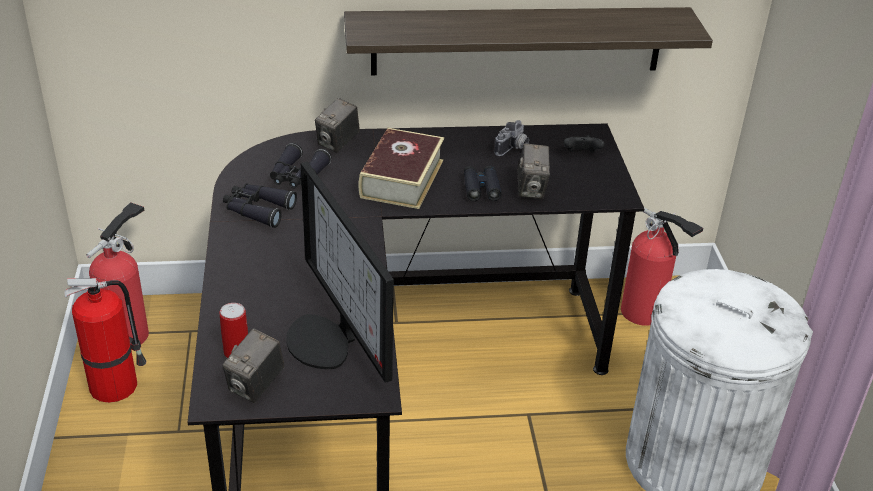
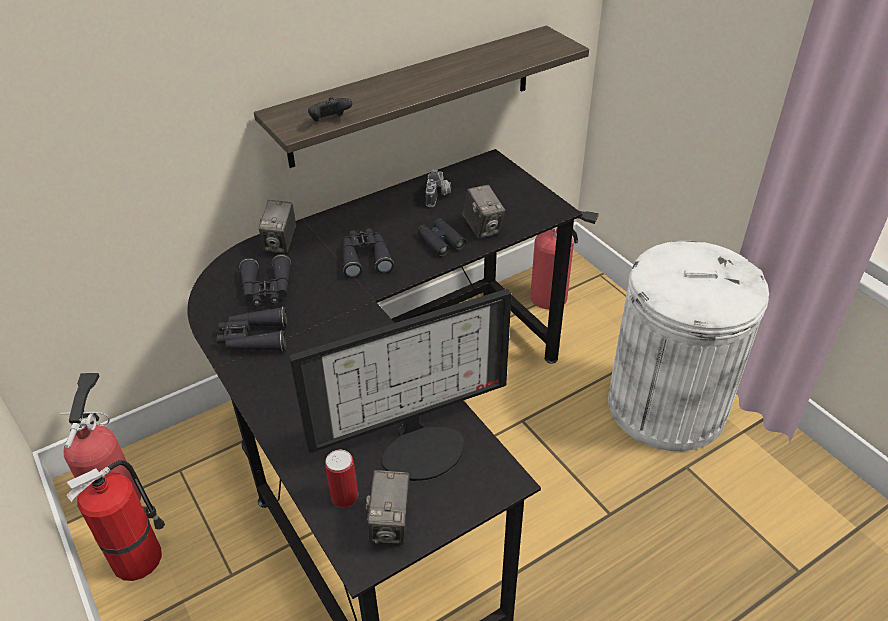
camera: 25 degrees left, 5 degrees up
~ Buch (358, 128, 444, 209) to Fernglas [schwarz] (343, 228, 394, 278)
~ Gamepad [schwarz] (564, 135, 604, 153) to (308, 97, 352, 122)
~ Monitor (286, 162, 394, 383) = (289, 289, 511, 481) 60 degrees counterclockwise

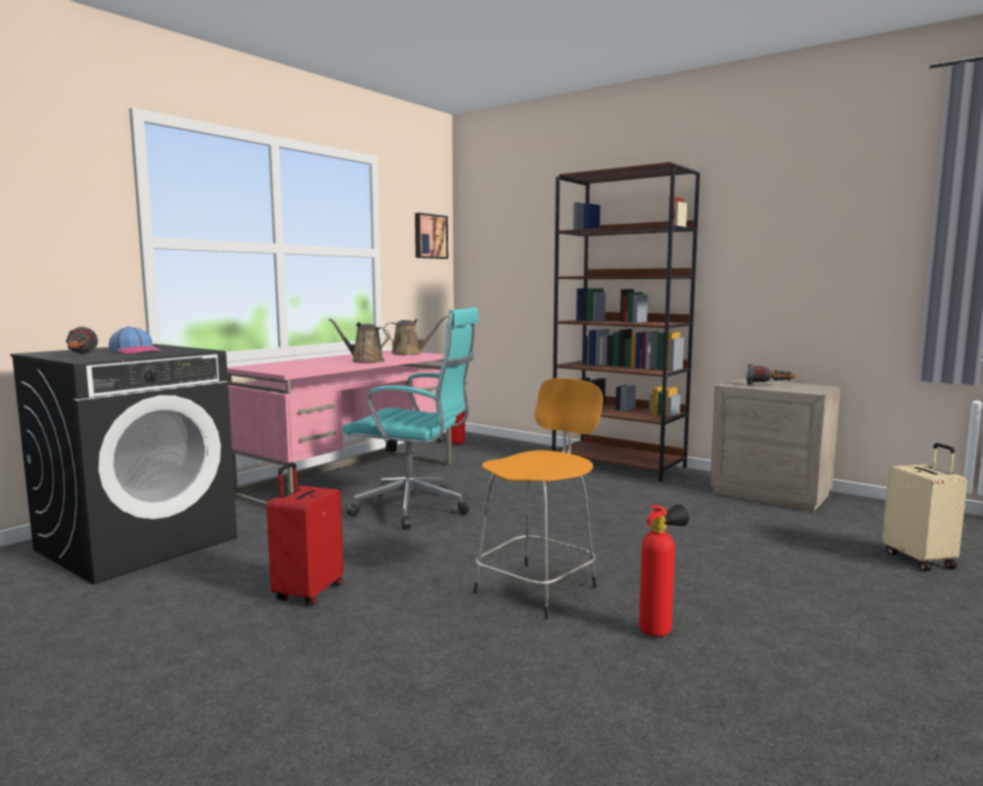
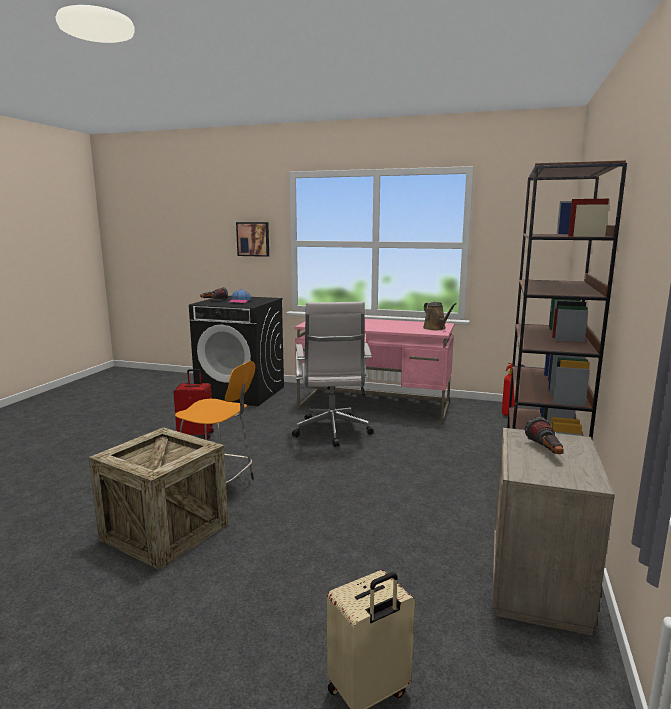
camera: 70 degrees right, 5 degrees up
~ Bild (415, 213, 448, 259) to (236, 222, 269, 257)
~ Bürostuhl [türkis] (343, 307, 479, 530) to Bürostuhl [weiß] (292, 302, 374, 447)
- Gießkanne [braun] (329, 318, 390, 363)
~ Feuerlöscher (639, 504, 689, 637) to Kiste (89, 427, 228, 570)

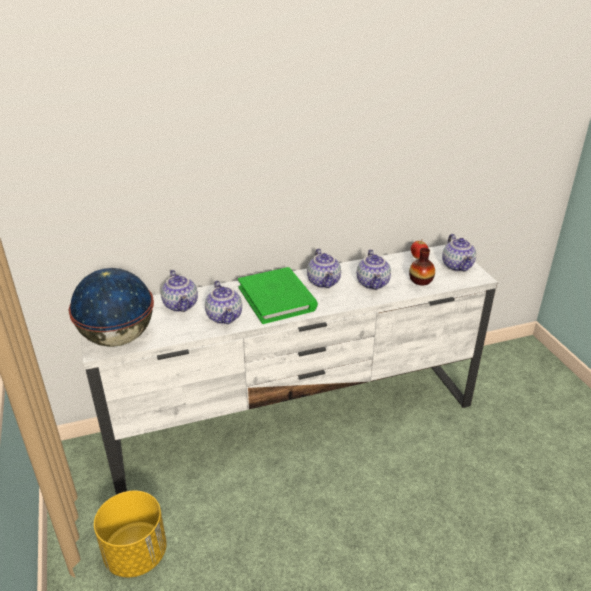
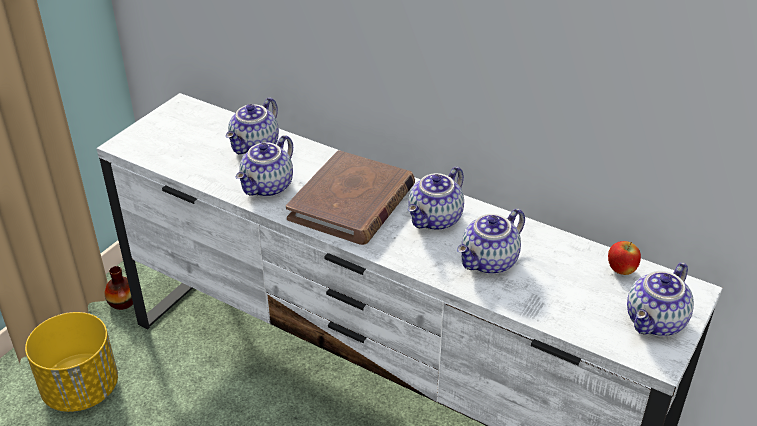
camera: 50 degrees right, 5 degrees up
~ Vase (409, 248, 435, 285) to (104, 266, 133, 310)
~ Buch [grün] (238, 267, 318, 324) to Buch [braun] (286, 150, 415, 245)
- Globus (69, 268, 154, 347)

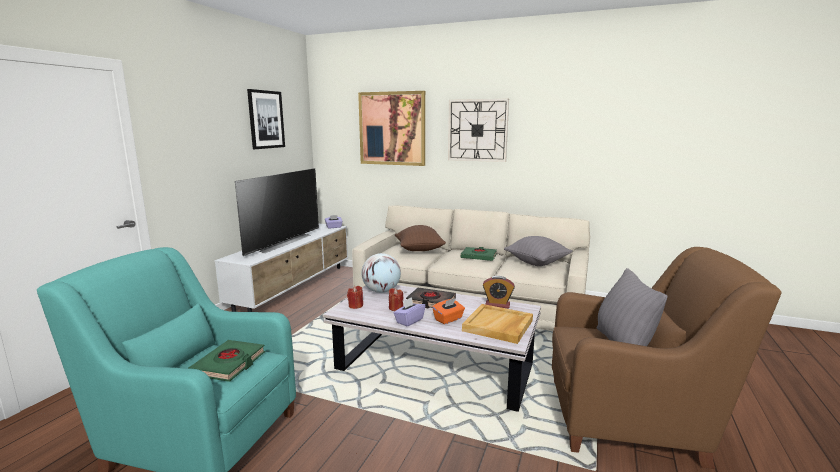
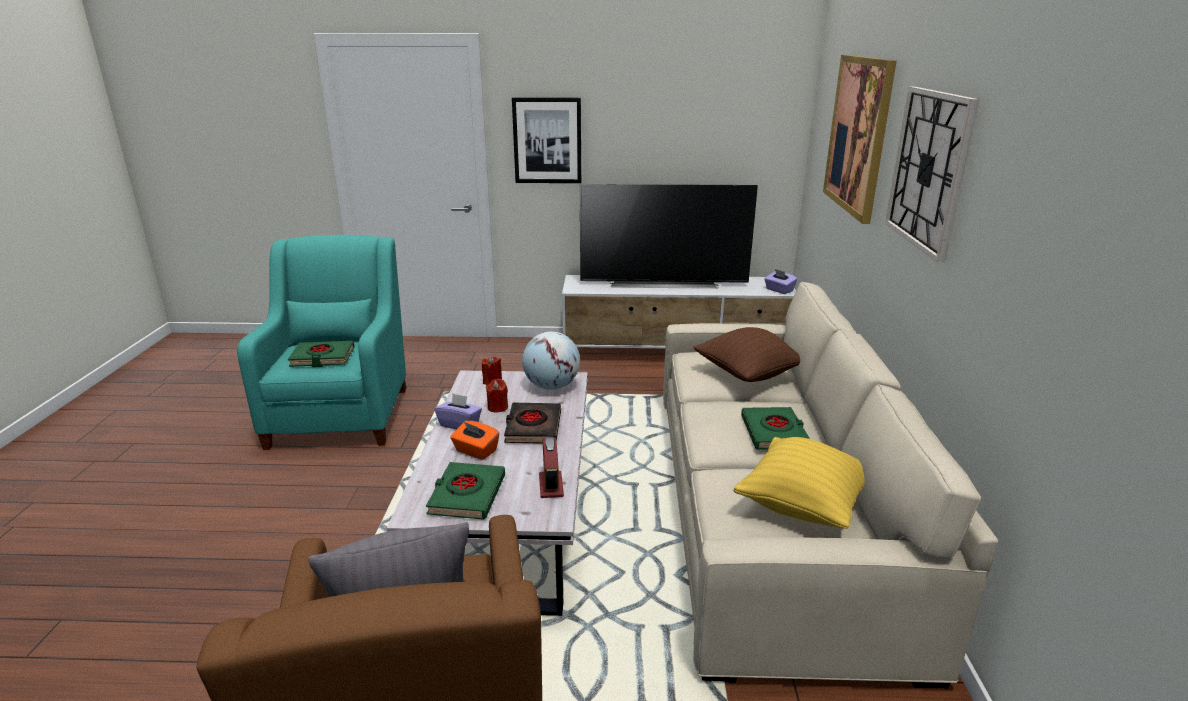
camera: 70 degrees right, 10 degrees up
~ Bild (247, 89, 285, 149) to (512, 97, 581, 183)
~ Kissen [grau] (504, 236, 573, 266) to Kissen [gelb] (733, 437, 865, 529)
~ Tablett [beige] (462, 304, 533, 344) to Buch [grün] (426, 462, 505, 520)

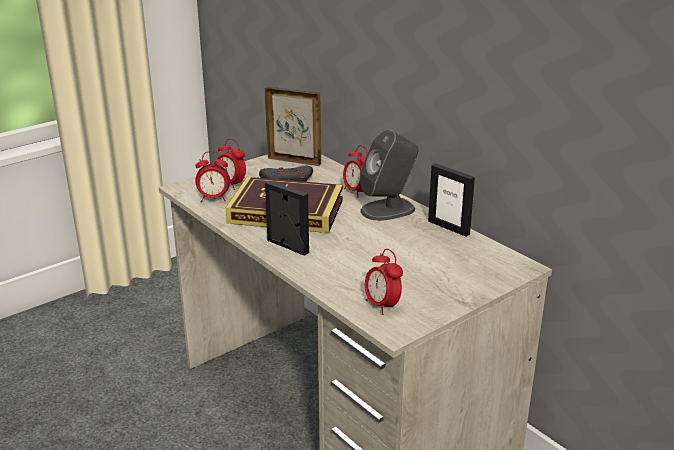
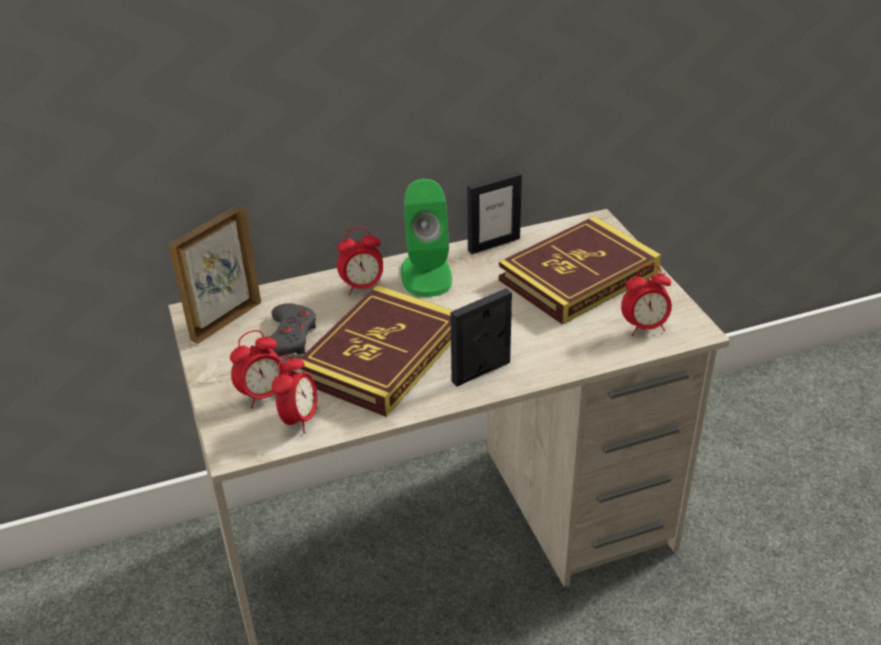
camera: 70 degrees left, 10 degrees up
~ Lautsprecher [grau] (360, 130, 418, 221) to Lautsprecher [grün] (401, 179, 452, 297)
+ Buch (499, 216, 661, 325)

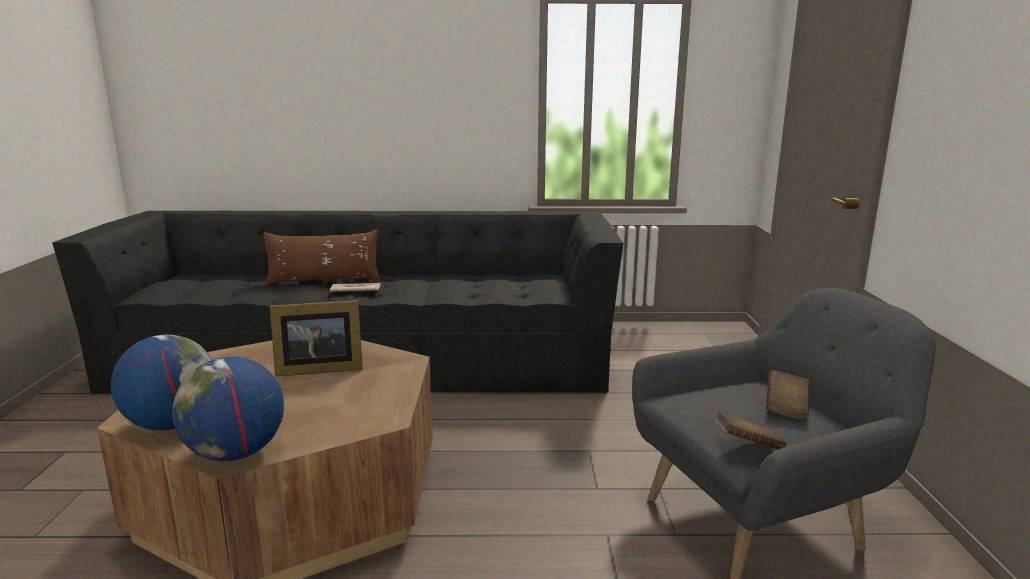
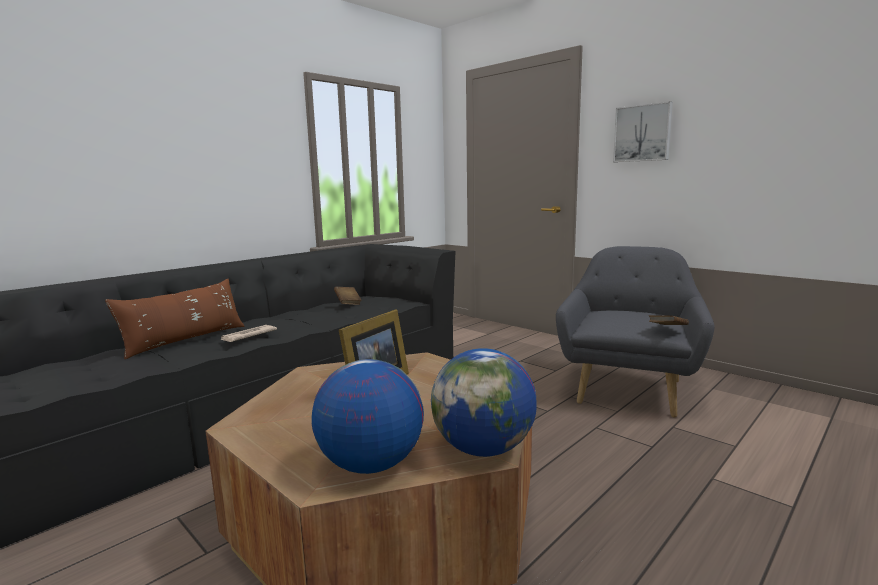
camera: 45 degrees left, 5 degrees down
~ Buch [braun] (766, 370, 809, 420) to (334, 287, 361, 305)
+ Bild (613, 101, 673, 162)

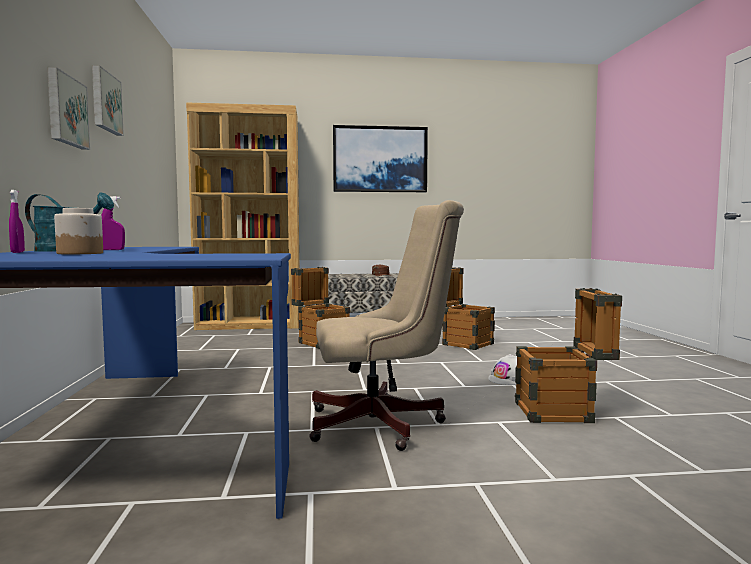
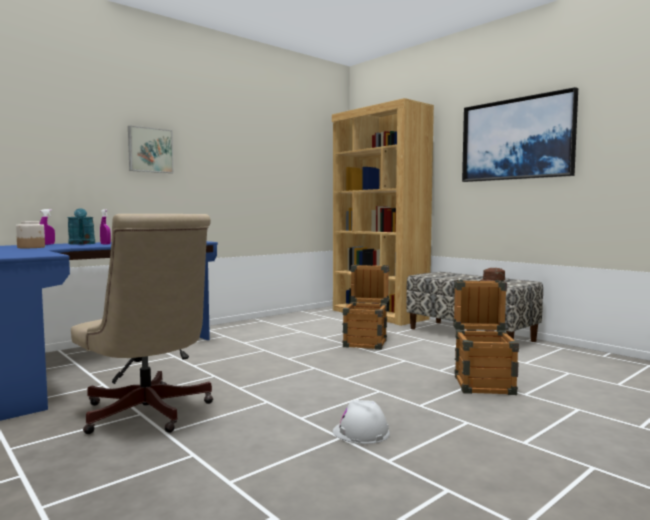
camera: 55 degrees right, 0 degrees up
- Bild (92, 65, 124, 136)
- Kiste (515, 288, 622, 423)

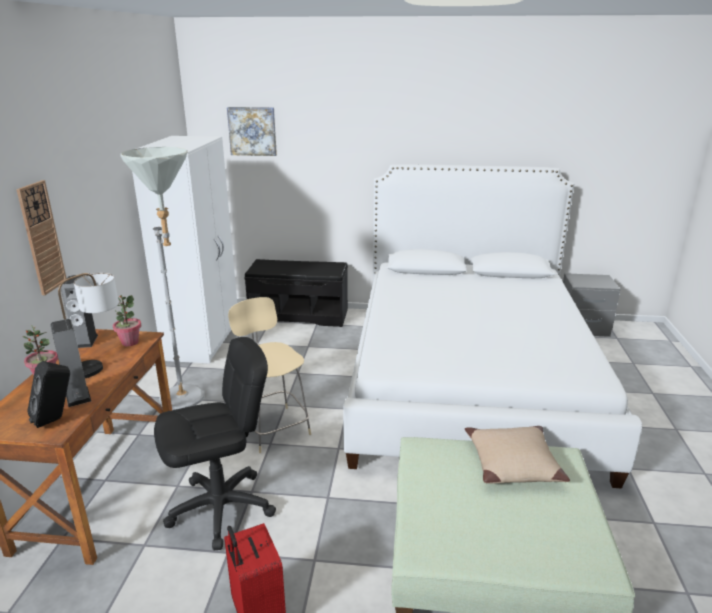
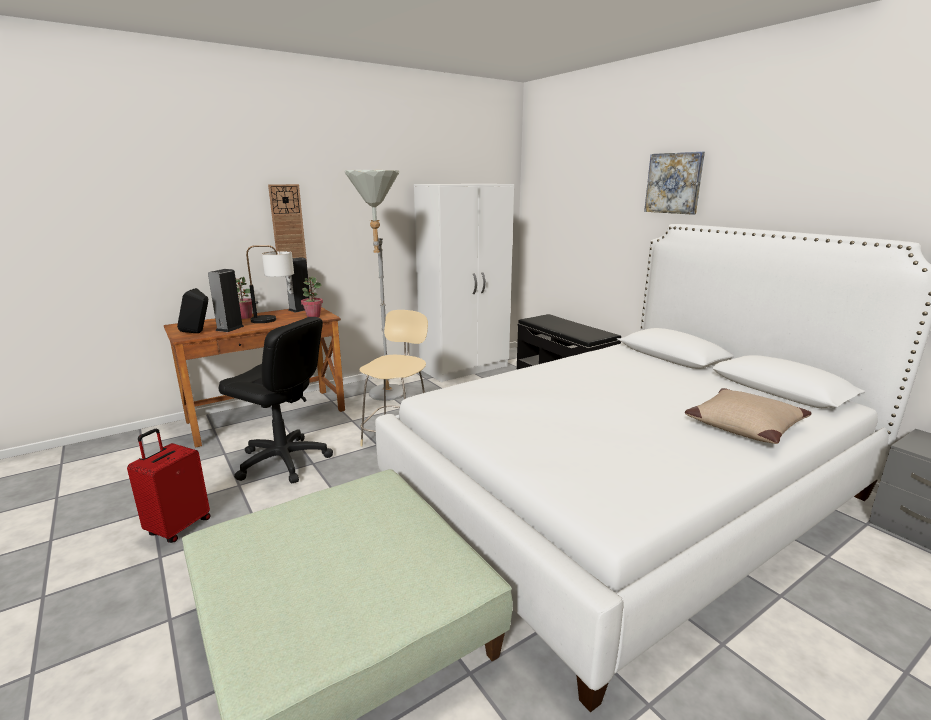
camera: 50 degrees right, 5 degrees down
~ Bild (227, 107, 277, 156) to (644, 152, 705, 215)
~ Kissen [beige] (465, 426, 570, 484) to (685, 388, 811, 444)

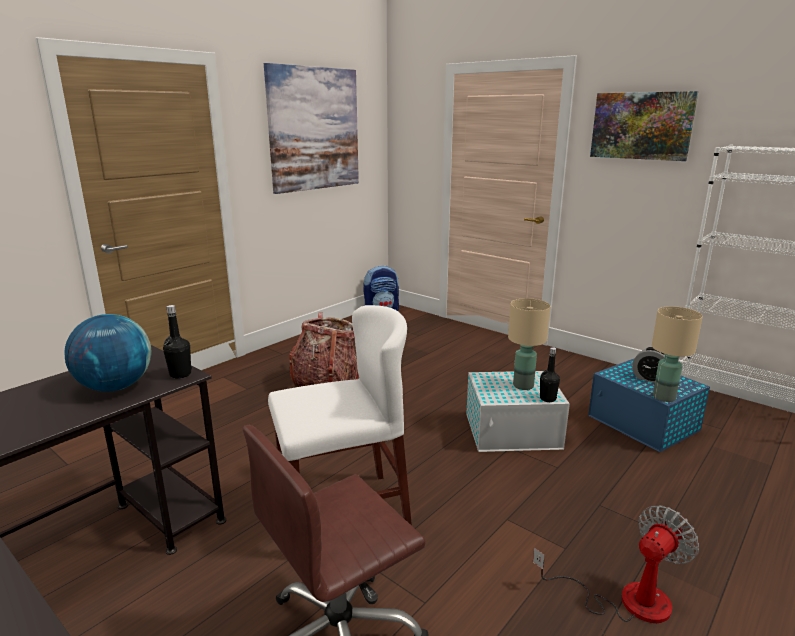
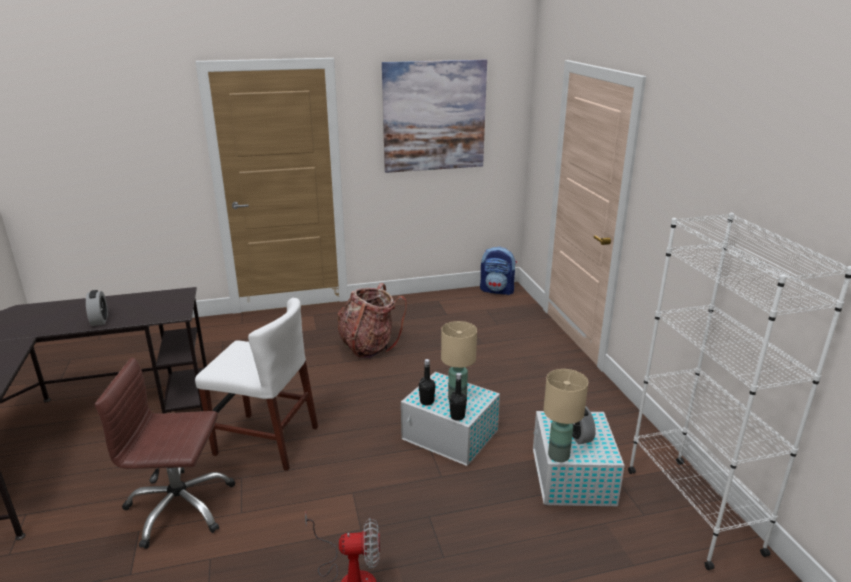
camera: 35 degrees right, 5 degrees up
- Bild (590, 91, 698, 161)
~ Flasche [schwarz] (163, 305, 192, 379) to (419, 359, 436, 405)
- Globus (65, 314, 152, 392)
~ Aufbewahrungsbox [blau] (588, 359, 710, 452) to Aufbewahrungsbox [weiß] (533, 411, 625, 506)
+ Wecker (86, 290, 108, 326)

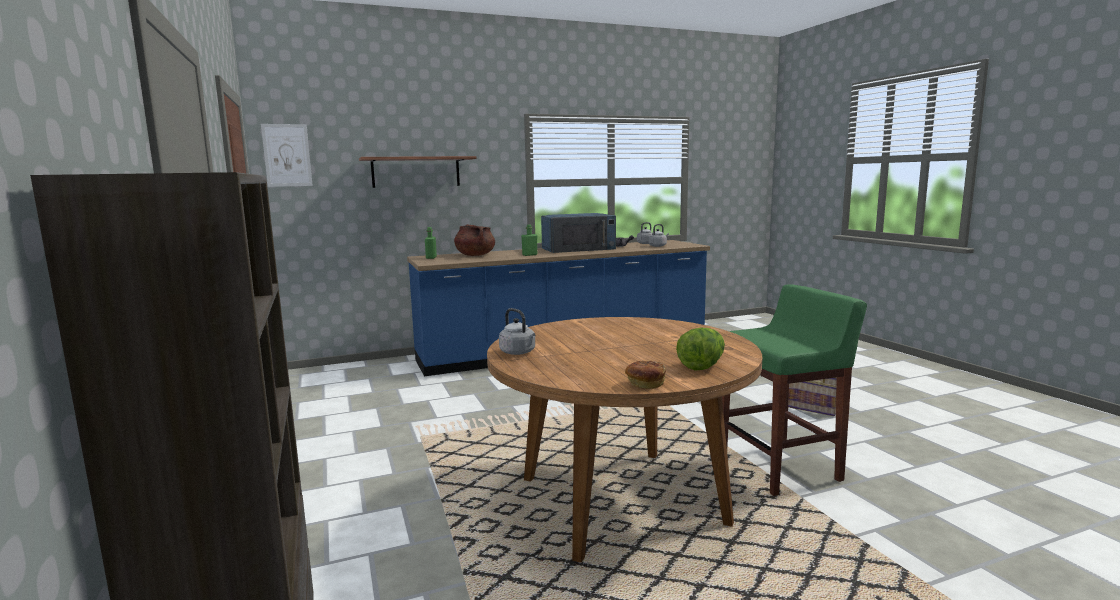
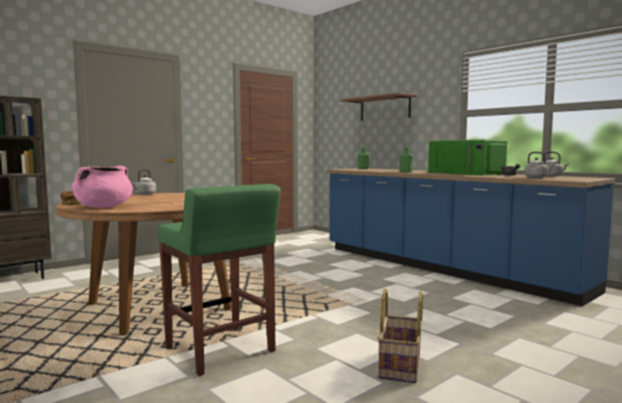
camera: 70 degrees right, 5 degrees down
- Bild (261, 124, 313, 187)
~ Mikrowelle [blau] (541, 213, 616, 253) to Mikrowelle [grün] (428, 140, 507, 175)
- Kochtopf [braun] (454, 224, 495, 256)
~ Salatkopf (676, 328, 725, 371) to Kochtopf [rosa] (72, 166, 133, 208)

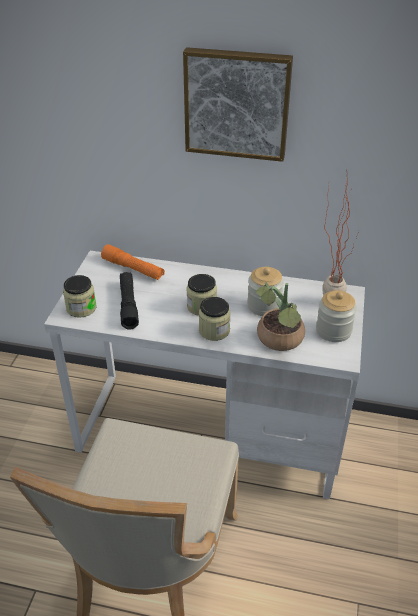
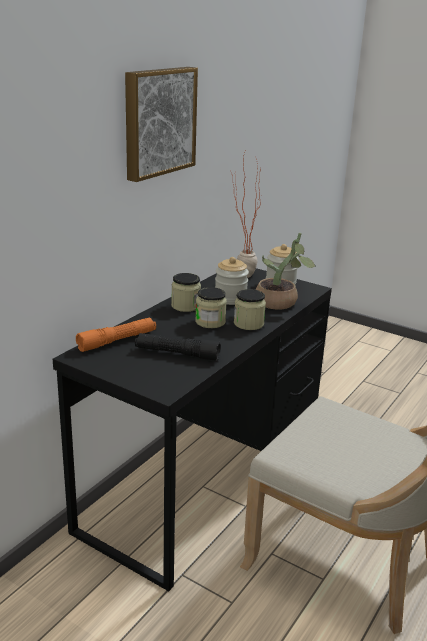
camera: 70 degrees left, 15 degrees down
~ Schreibtisch [weiß] (44, 251, 365, 499) to Schreibtisch [schwarz] (53, 268, 332, 591)
~ Vorratsglas (63, 275, 96, 318) to (171, 273, 201, 312)

